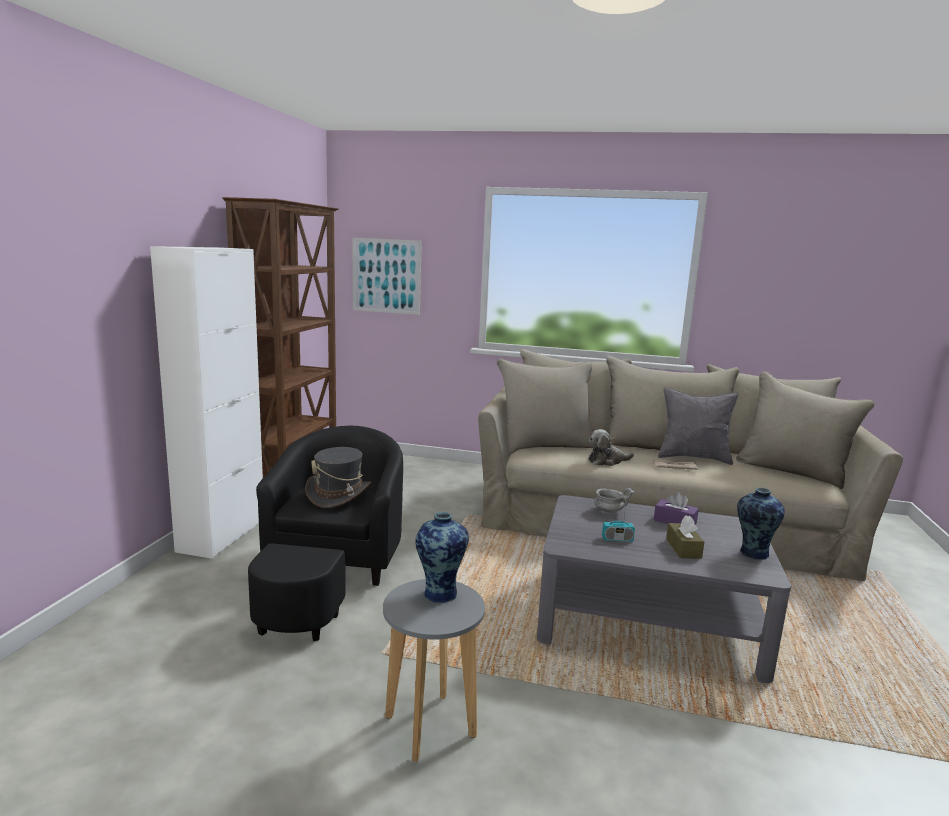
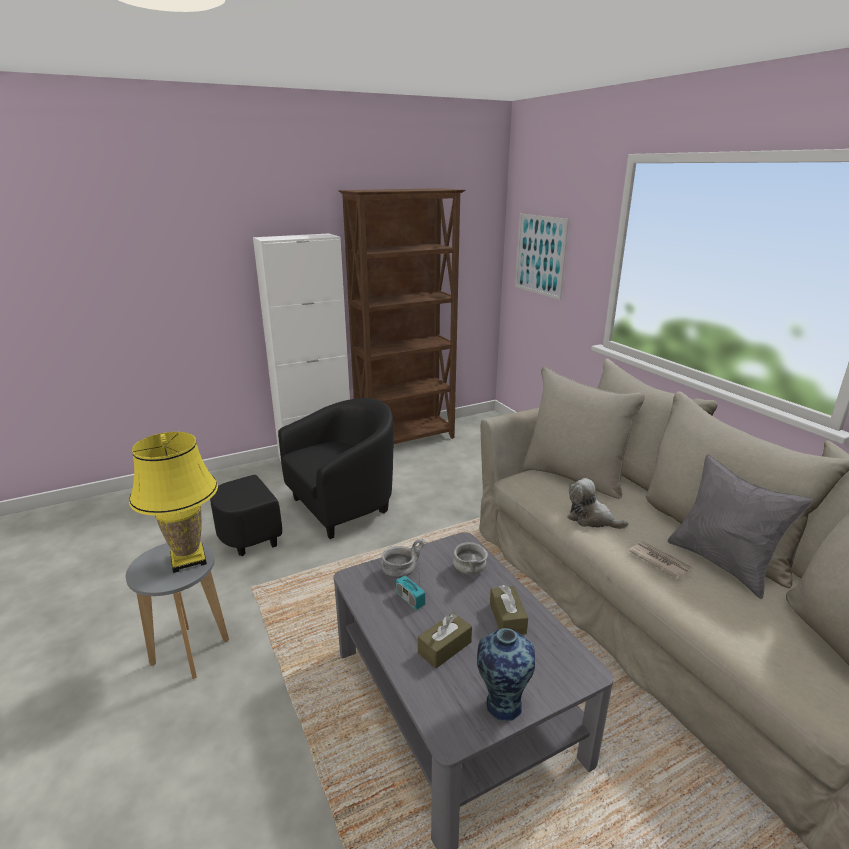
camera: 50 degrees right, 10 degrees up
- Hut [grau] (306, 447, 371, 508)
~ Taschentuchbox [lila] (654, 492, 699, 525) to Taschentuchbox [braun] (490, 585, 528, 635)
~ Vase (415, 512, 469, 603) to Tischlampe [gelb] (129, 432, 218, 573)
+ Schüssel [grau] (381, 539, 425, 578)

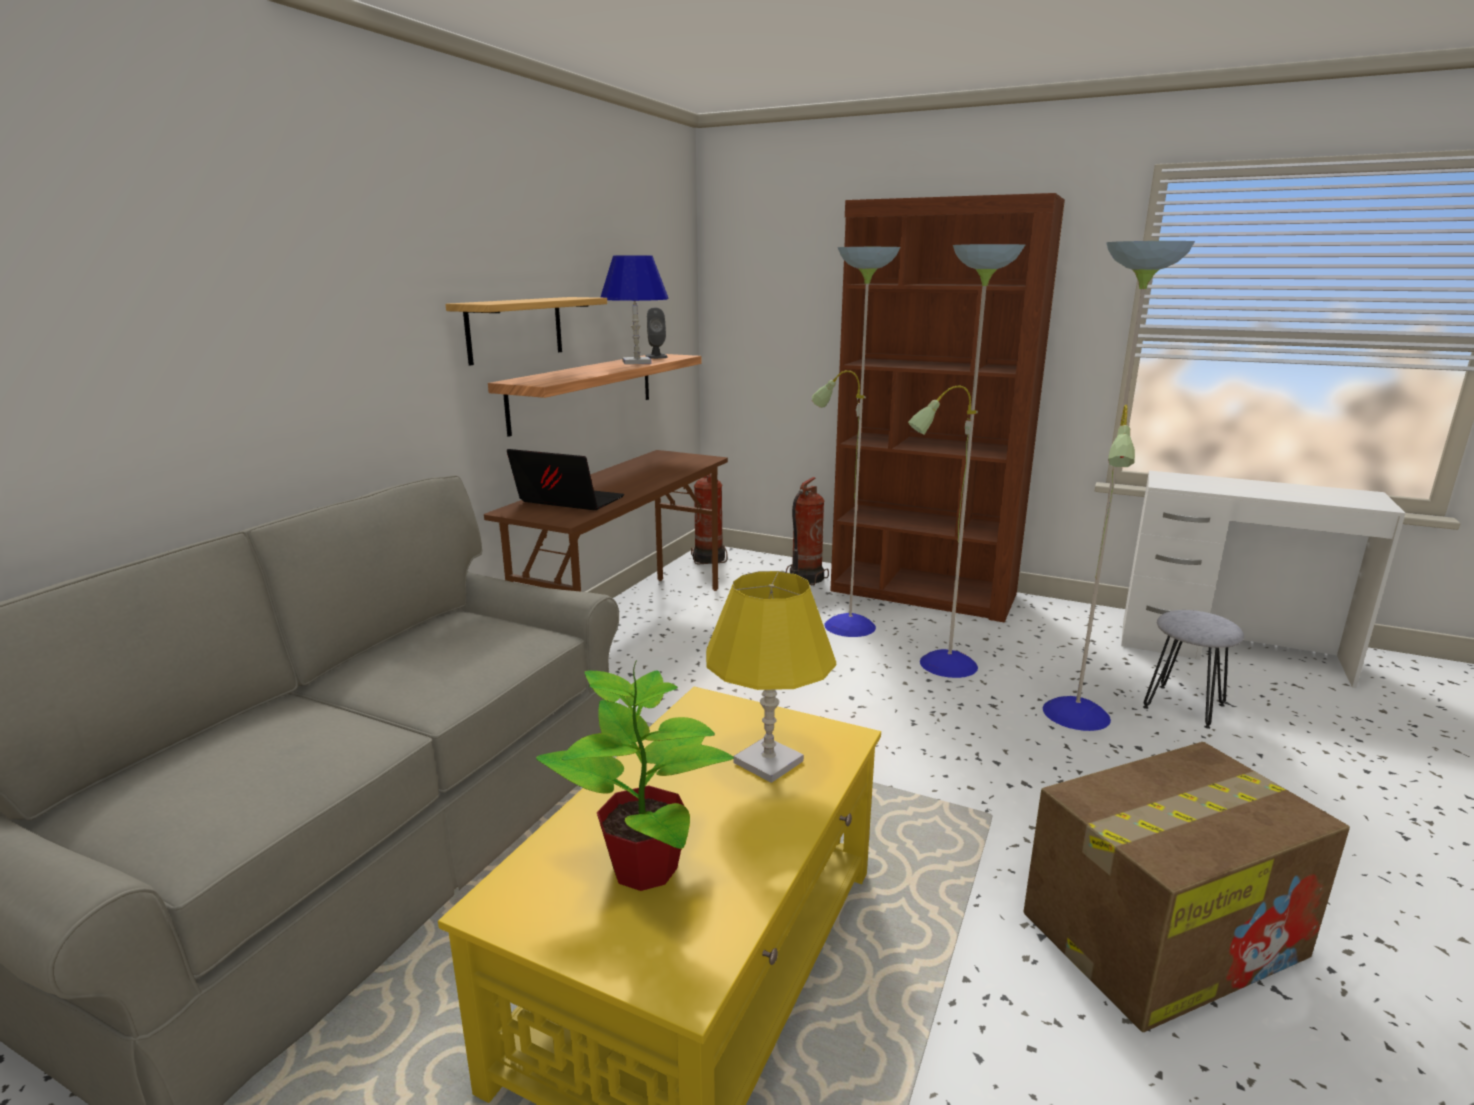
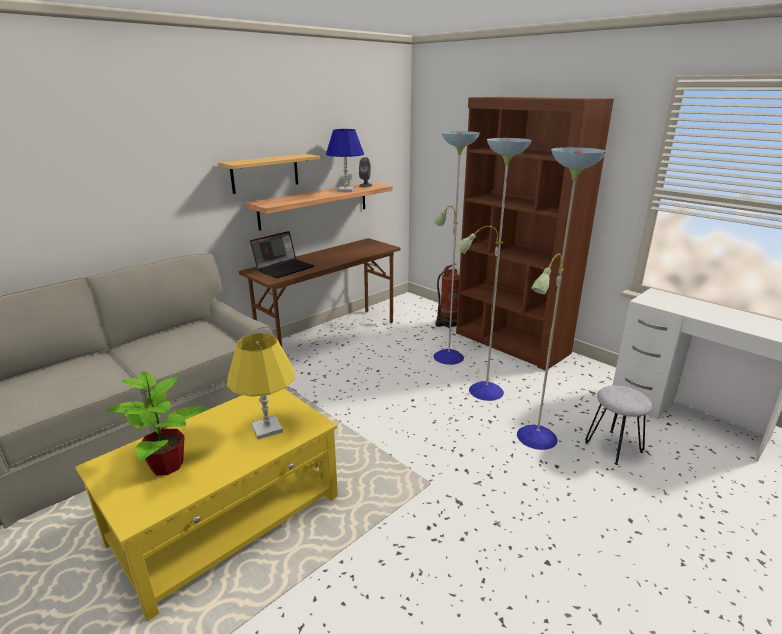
camera: 20 degrees right, 5 degrees up
~ Laptop (507, 449, 624, 510) = (250, 231, 314, 278) 90 degrees clockwise
- Feuerlöscher (691, 474, 727, 564)
- Karton (1023, 742, 1350, 1032)

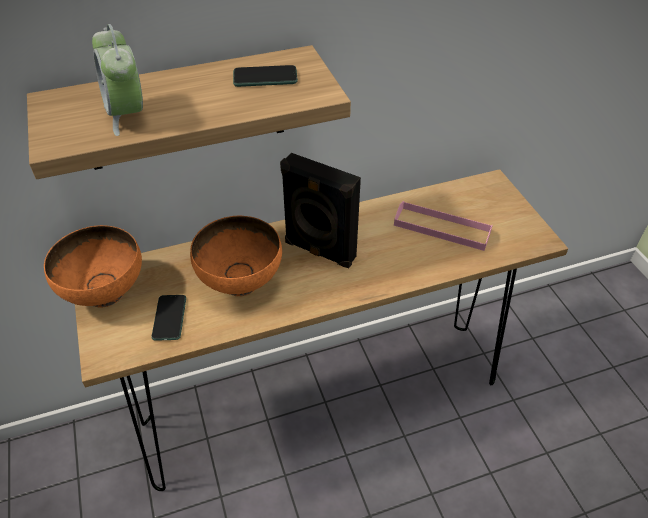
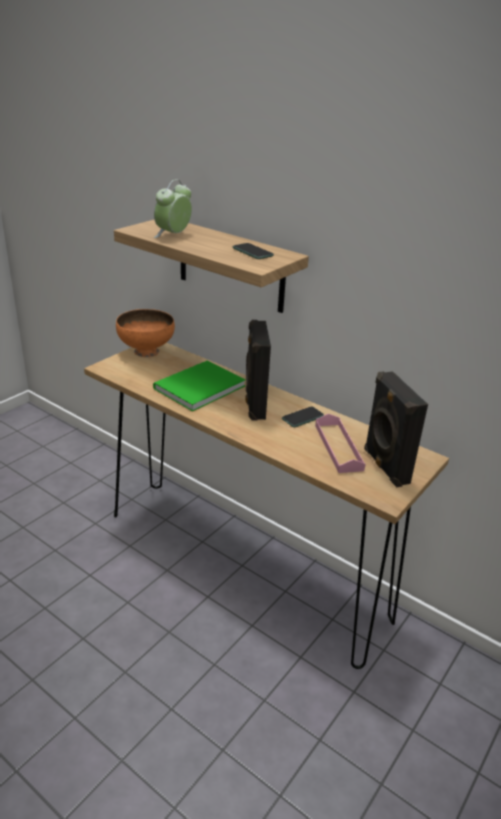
camera: 55 degrees right, 15 degrees down
~ Schüssel [orange] (190, 216, 282, 296) to Buch [grün] (153, 360, 246, 411)
~ Handy (151, 295, 186, 341) to (282, 406, 324, 427)
+ Lautsprecher [schwarz] (364, 371, 428, 487)

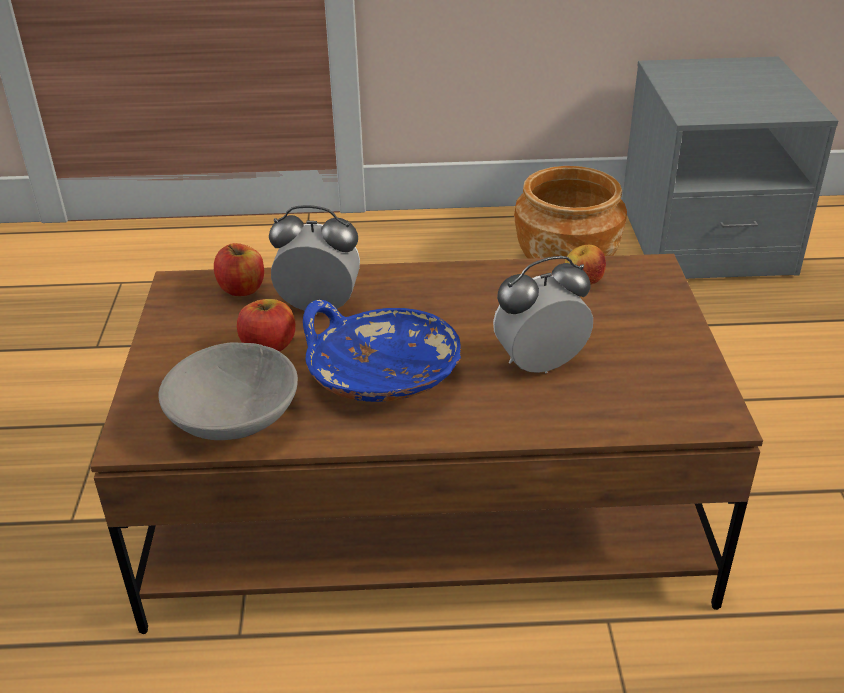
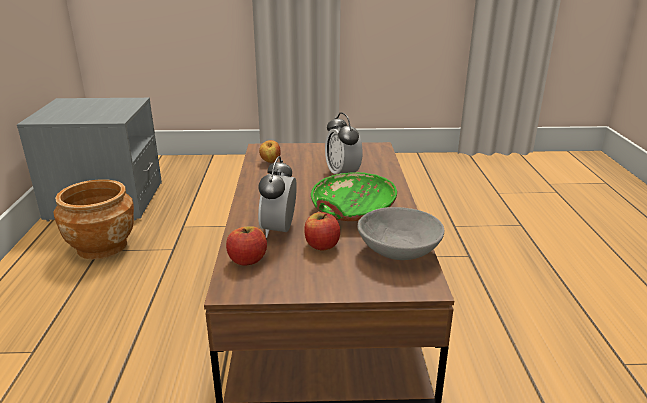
camera: 90 degrees left, 10 degrees down
~ Schüssel [blau] (303, 300, 461, 402) to Schüssel [grün] (311, 172, 397, 221)

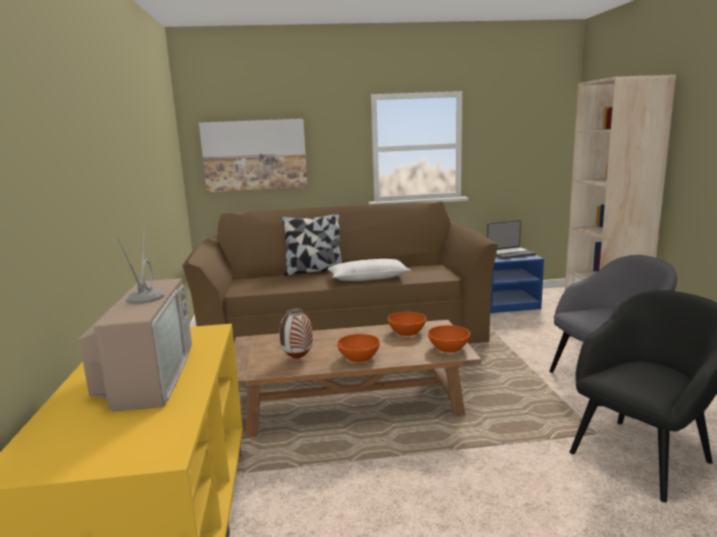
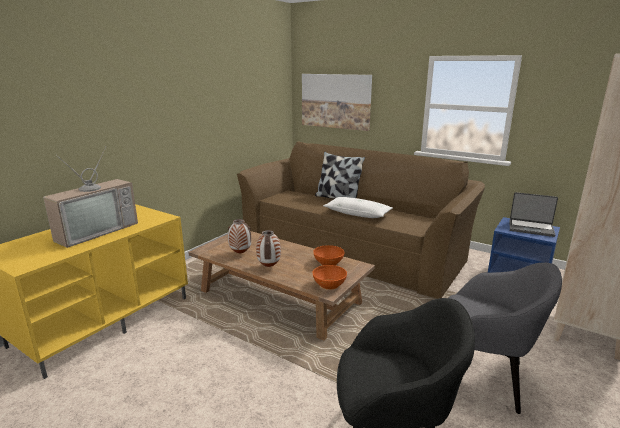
camera: 40 degrees right, 5 degrees up
~ Schüssel [orange] (337, 334, 380, 363) to Vase (256, 230, 281, 267)

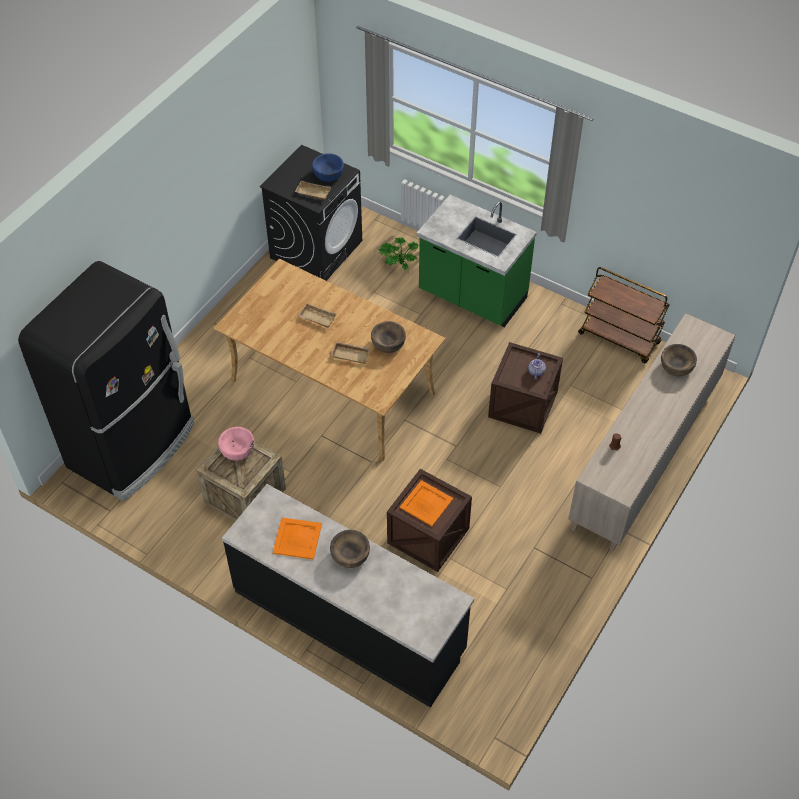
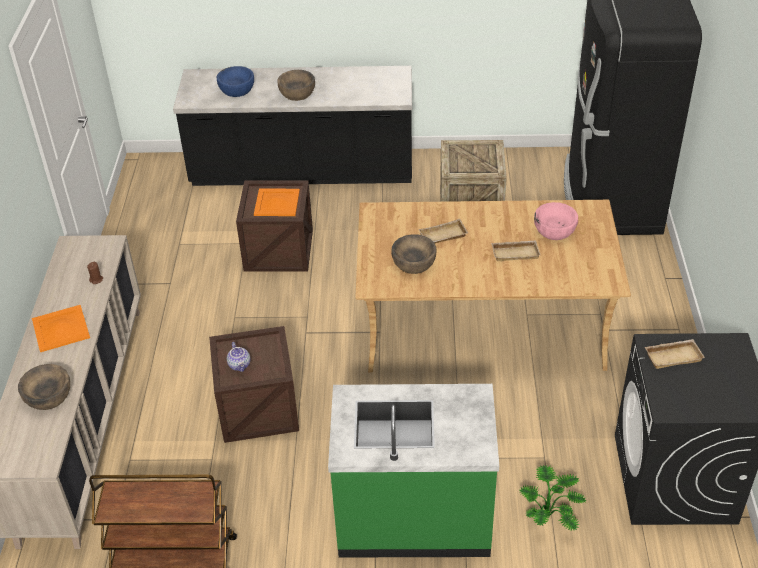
camera: 150 degrees right, 10 degrees down
~ Schüssel [blau] (312, 153, 344, 182) to (217, 66, 254, 97)
~ Schüssel [rosa] (218, 427, 255, 461) to (534, 202, 578, 240)
~ Tablett [orange] (273, 518, 322, 560) to (32, 305, 90, 352)

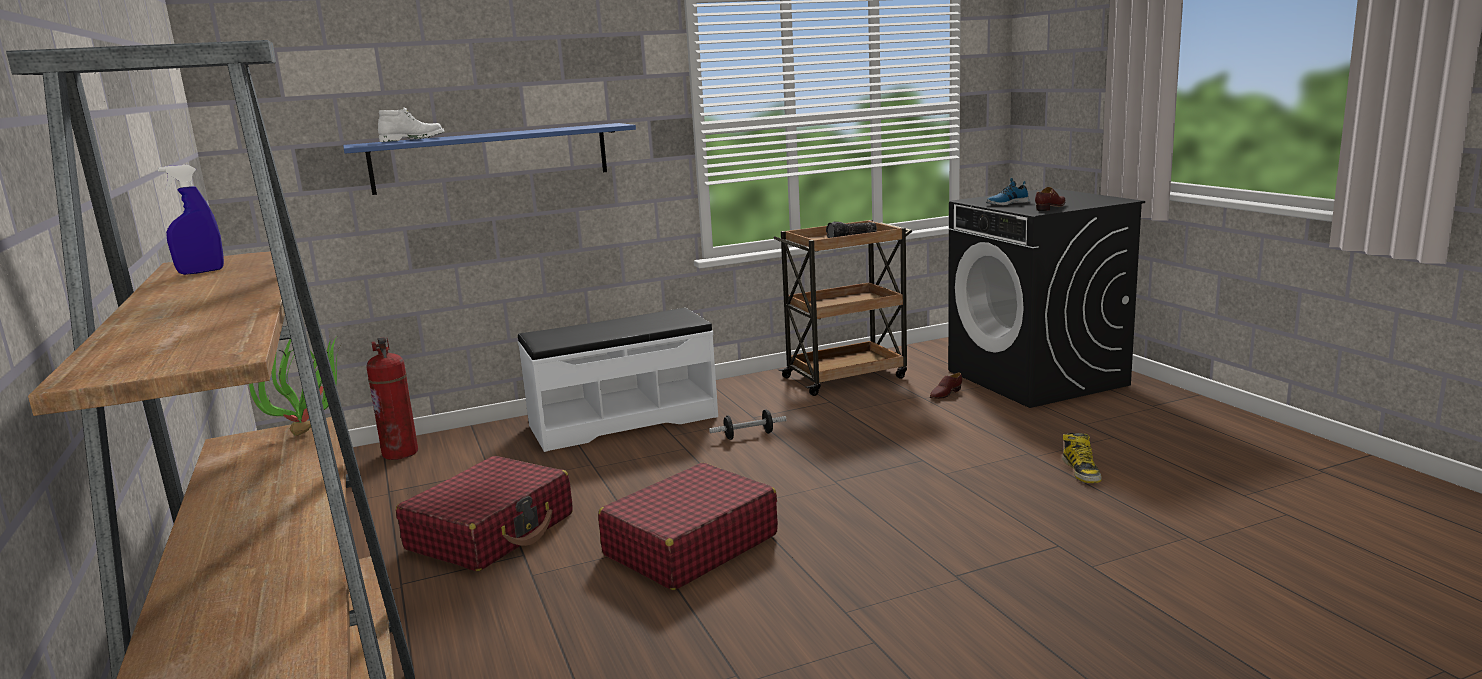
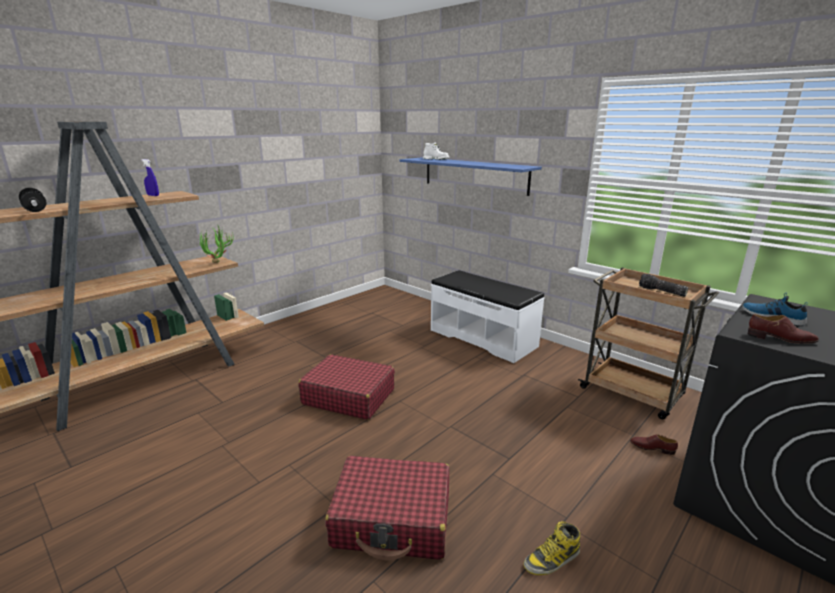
camera: 65 degrees right, 5 degrees up
- Feuerlöscher (366, 337, 418, 460)
~ Hantel (709, 409, 787, 440) to (19, 188, 47, 212)
~ Koffer [rot] (396, 456, 573, 571) to (325, 456, 449, 561)

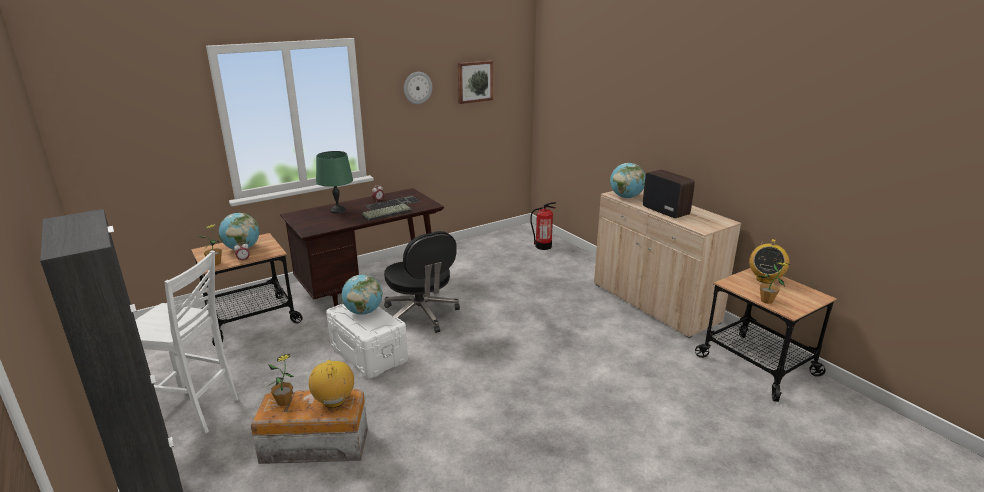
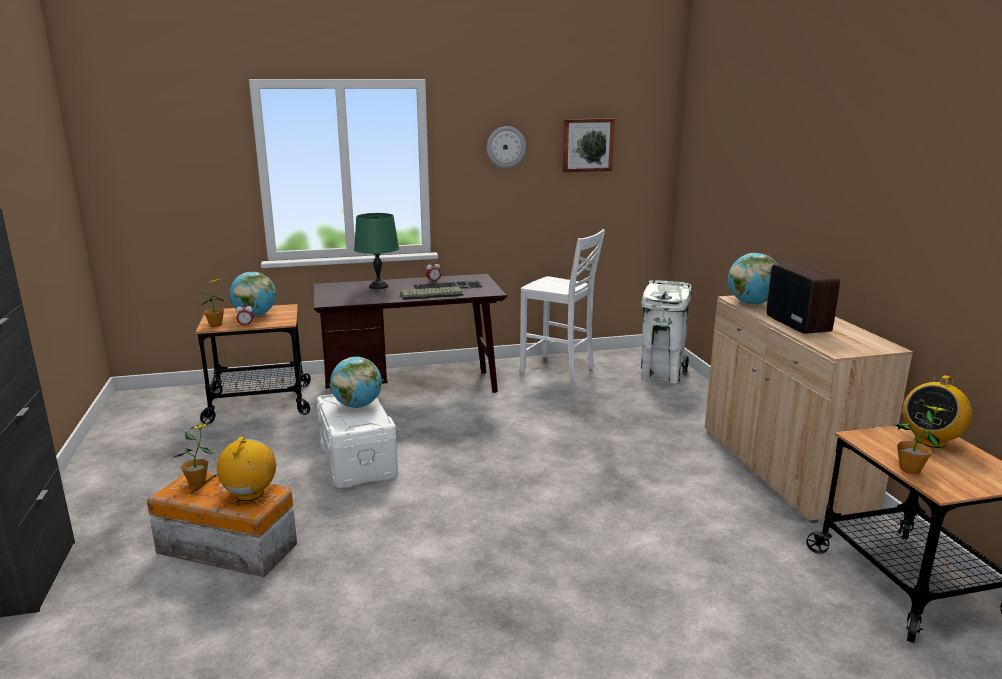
camera: 20 degrees right, 5 degrees down
~ Feuerlöscher (530, 202, 556, 250) to Mülleimer [weiß] (641, 280, 692, 384)
- Bürostuhl [schwarz] (384, 231, 460, 333)
~ Stuhl [weiß] (135, 251, 238, 433) to (520, 229, 605, 383)

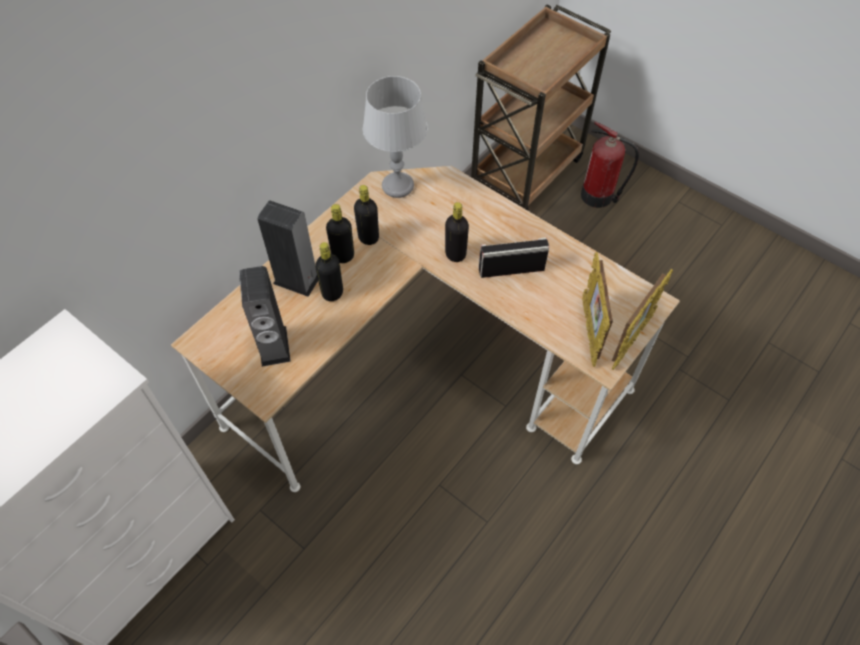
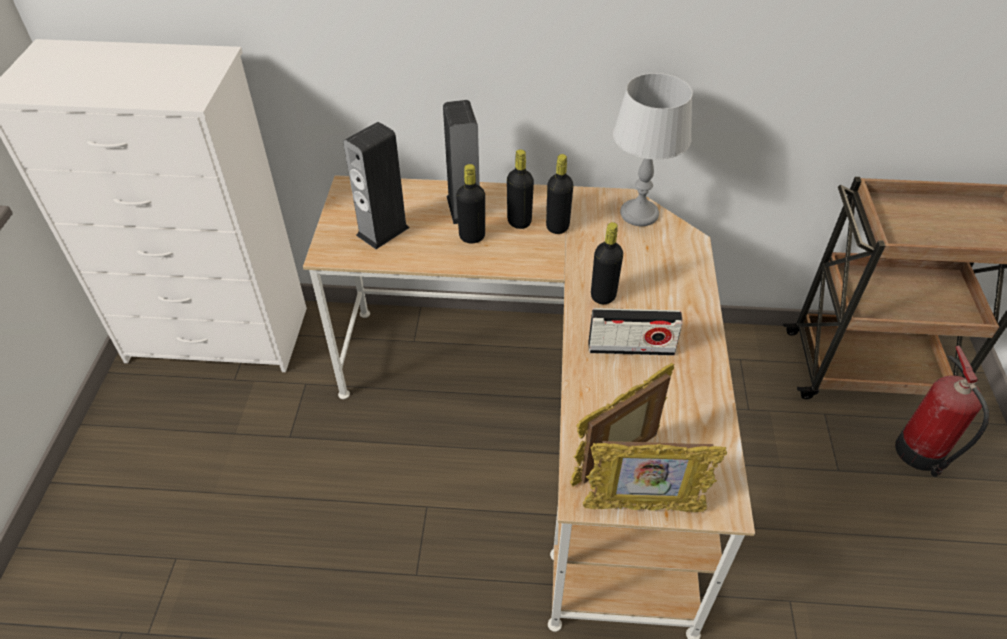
camera: 55 degrees right, 10 degrees down
~ Radio (479, 237, 549, 278) = (588, 308, 683, 356) 135 degrees clockwise

